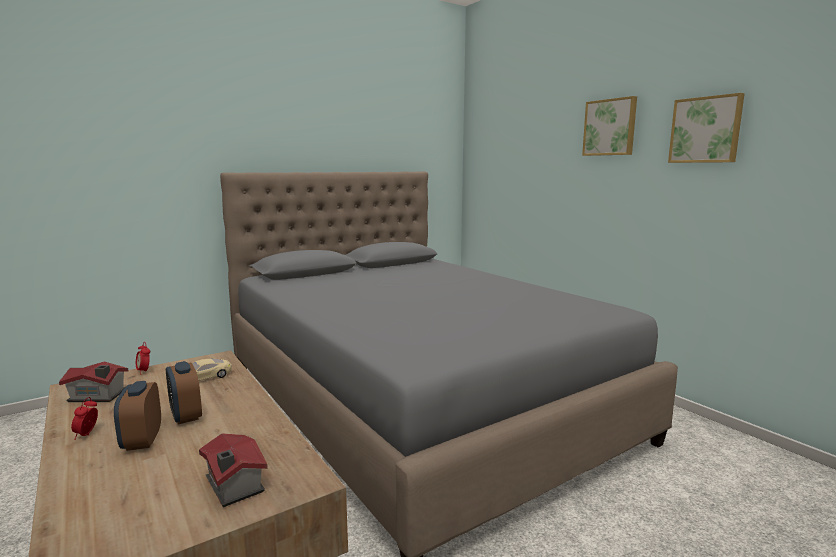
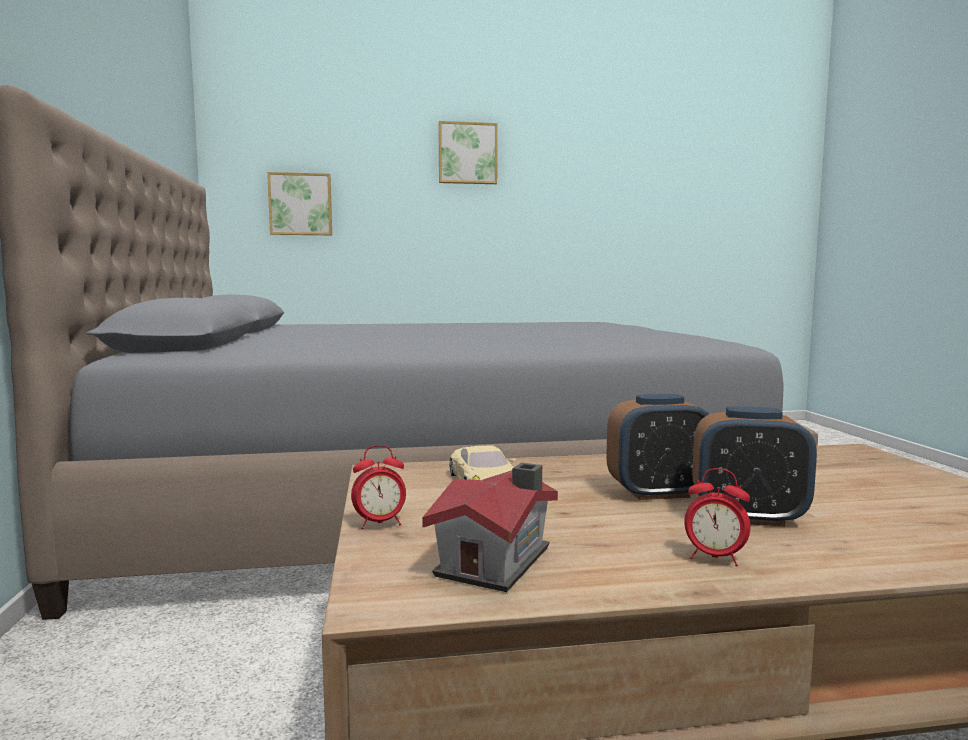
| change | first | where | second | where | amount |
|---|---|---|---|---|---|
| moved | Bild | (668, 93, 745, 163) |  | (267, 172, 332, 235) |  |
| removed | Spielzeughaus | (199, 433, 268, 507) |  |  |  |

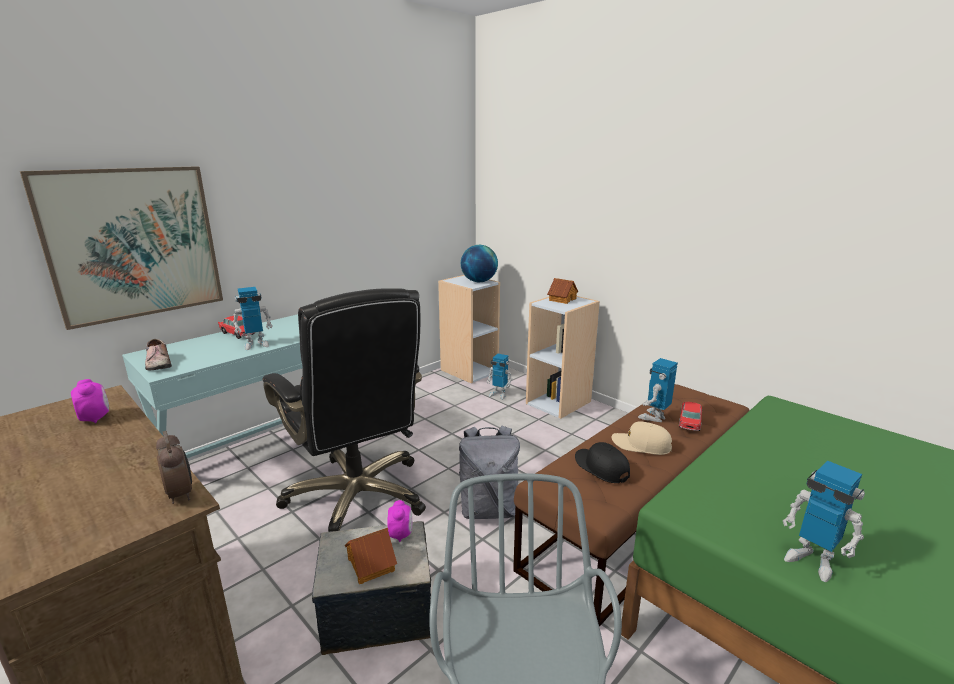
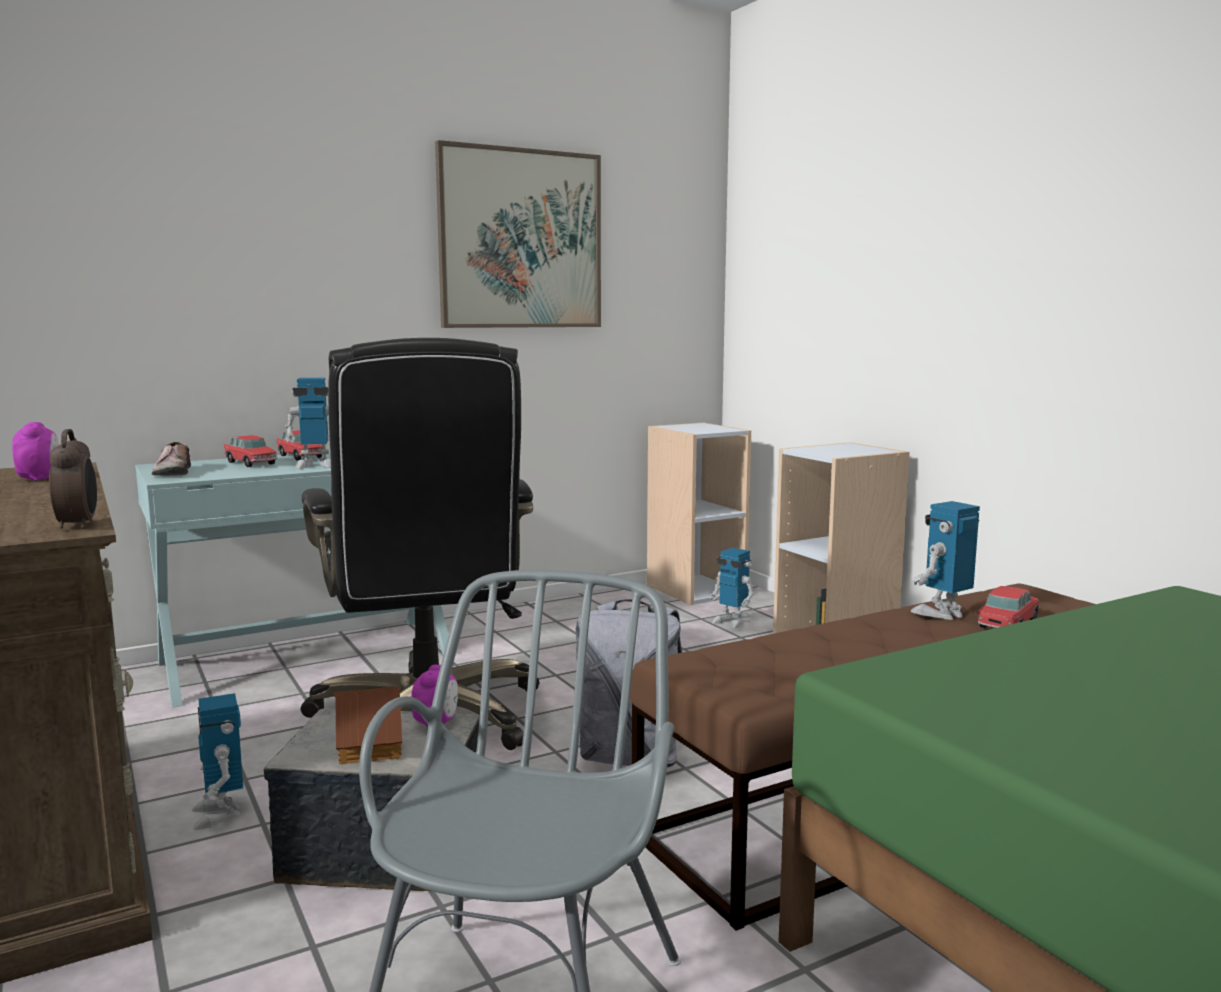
| change | first | where | second | where | amount |
|---|---|---|---|---|---|
| moved | Bild | (20, 166, 223, 330) |  | (435, 140, 601, 328) |  |
| removed | Globus | (461, 245, 498, 282) |  |  |  |
| removed | Spielzeughaus | (547, 278, 578, 304) |  |  |  |
| removed | Kappe [beige] | (612, 421, 672, 455) |  |  |  |
| removed | Kappe [schwarz] | (575, 442, 630, 483) |  |  |  |
| moved | Spielzeugroboter | (783, 461, 865, 582) |  | (192, 693, 243, 830) |  |
| added |  |  | Spielzeugauto | (224, 435, 278, 467) |  |

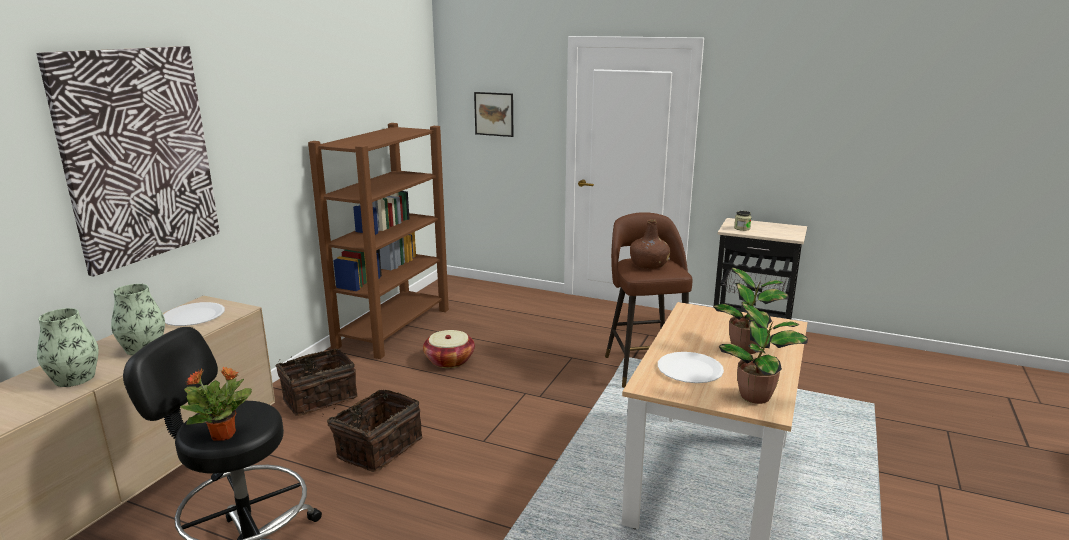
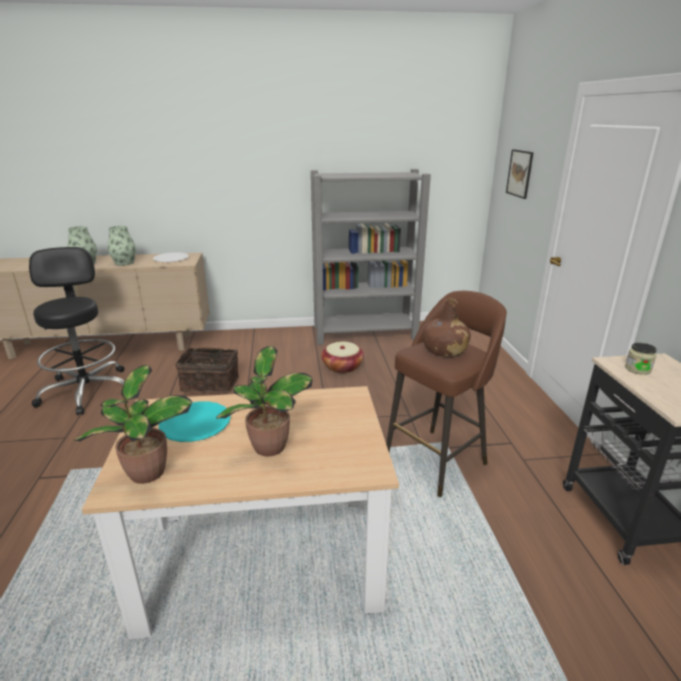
| change | first | where | second | where | amount |
|---|---|---|---|---|---|
| removed | Bild | (37, 46, 220, 277) |  |  |  |
| recoloured | Bücherregal [braun] | (308, 123, 449, 359) | Bücherregal [grau] | (311, 169, 431, 345) |  |
| removed | Korb | (276, 349, 357, 416) |  |  |  |
| recoloured | Teller [weiß] | (658, 352, 724, 383) | Teller [türkis] | (159, 401, 231, 442) |  |
| removed | Topfpflanze | (180, 367, 252, 440) |  |  |  |

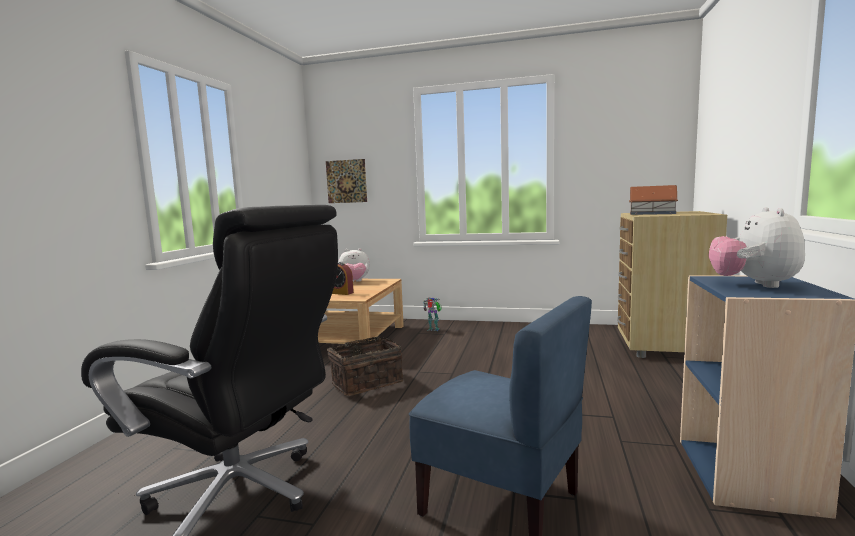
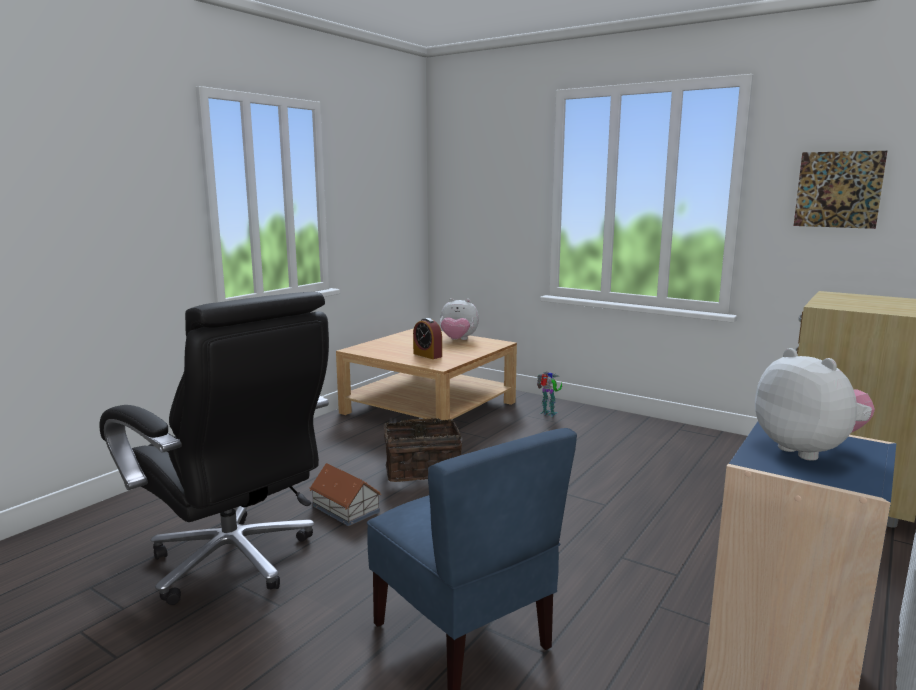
| change | first | where | second | where | amount |
|---|---|---|---|---|---|
| moved | Bild | (326, 159, 367, 203) |  | (794, 151, 887, 229) |  |
| moved | Spielzeughaus | (629, 185, 678, 215) |  | (309, 463, 381, 526) |  |
| turned | Plüschtier | (708, 207, 805, 288) |  | (755, 348, 875, 461) | 120 degrees clockwise |

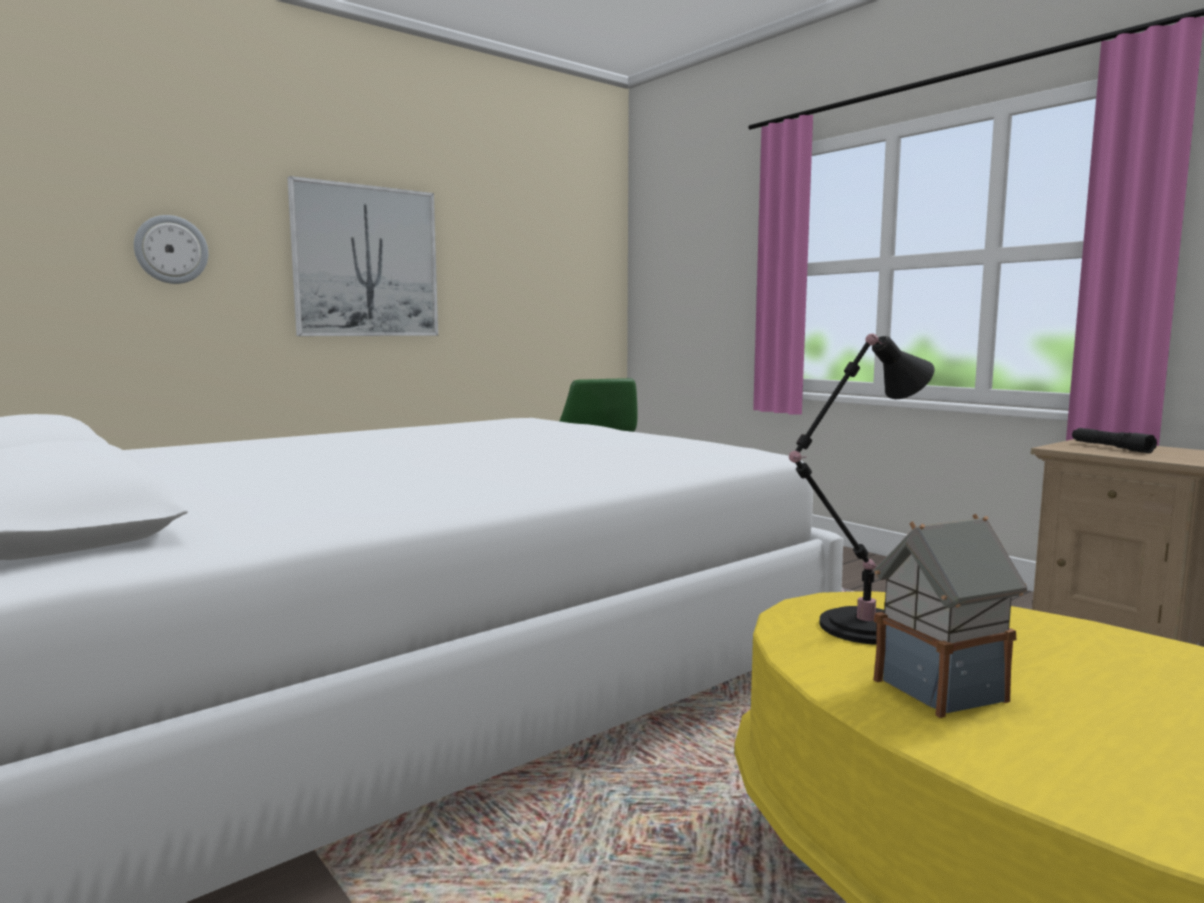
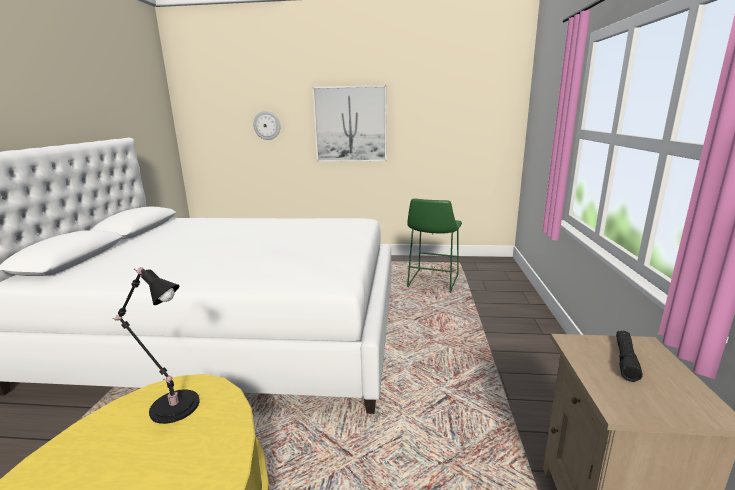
| change | first | where | second | where | amount |
|---|---|---|---|---|---|
| removed | Spielzeughaus | (874, 513, 1027, 718) |  |  |  |

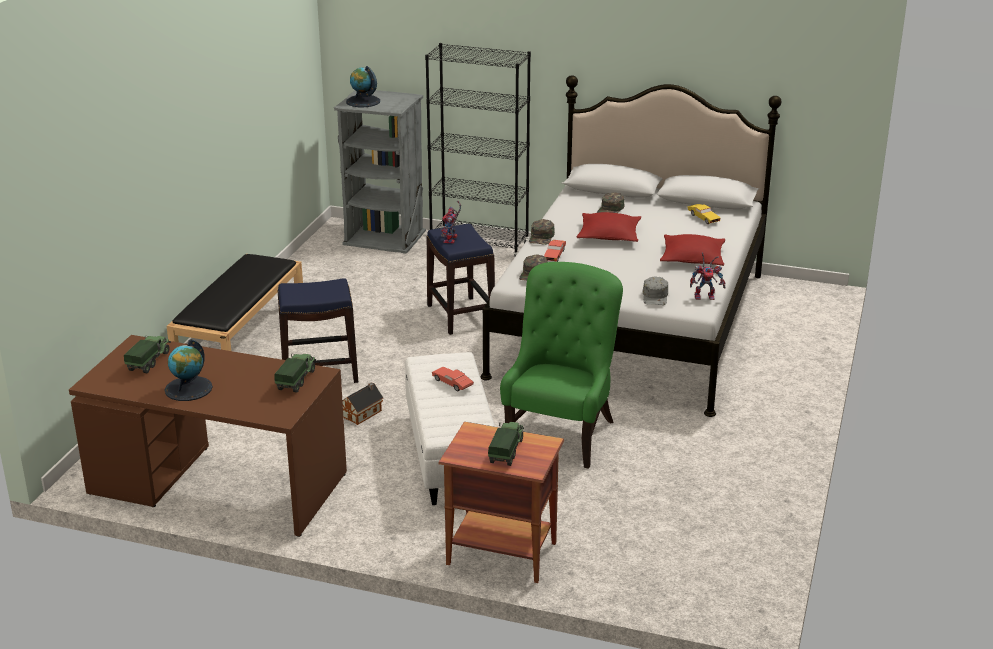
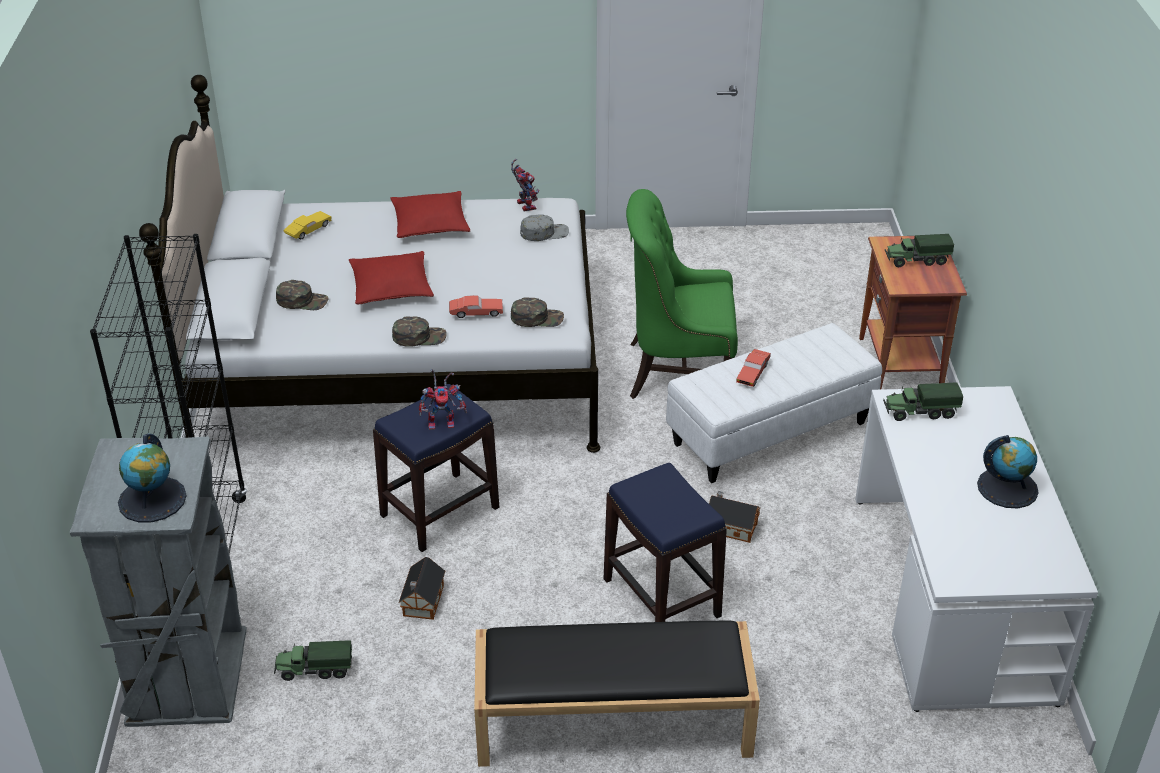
| change | first | where | second | where | amount |
|---|---|---|---|---|---|
| recoloured | Schreibtisch [braun] | (69, 335, 347, 537) | Schreibtisch [weiß] | (855, 386, 1098, 712) |  |
| moved | Spielzeuglaster | (124, 336, 171, 373) |  | (274, 640, 352, 681) |  |
| added |  |  | Spielzeughaus | (399, 557, 445, 620) |  |

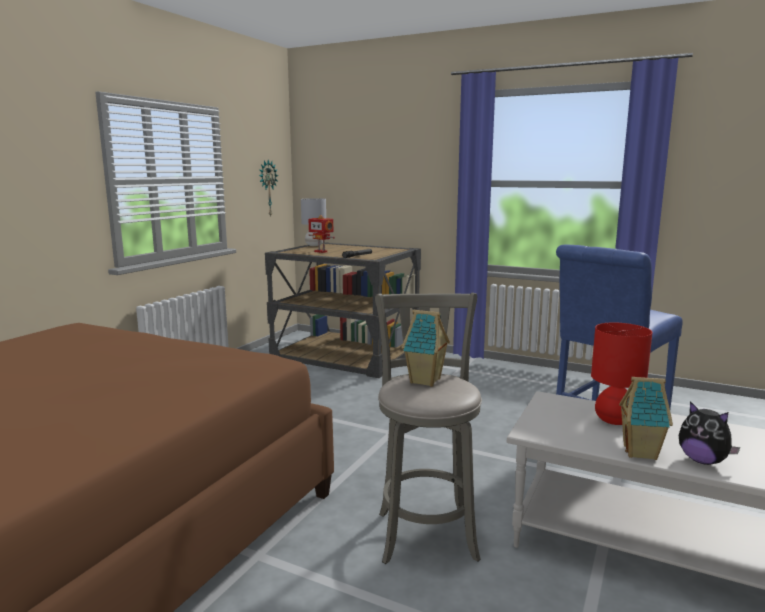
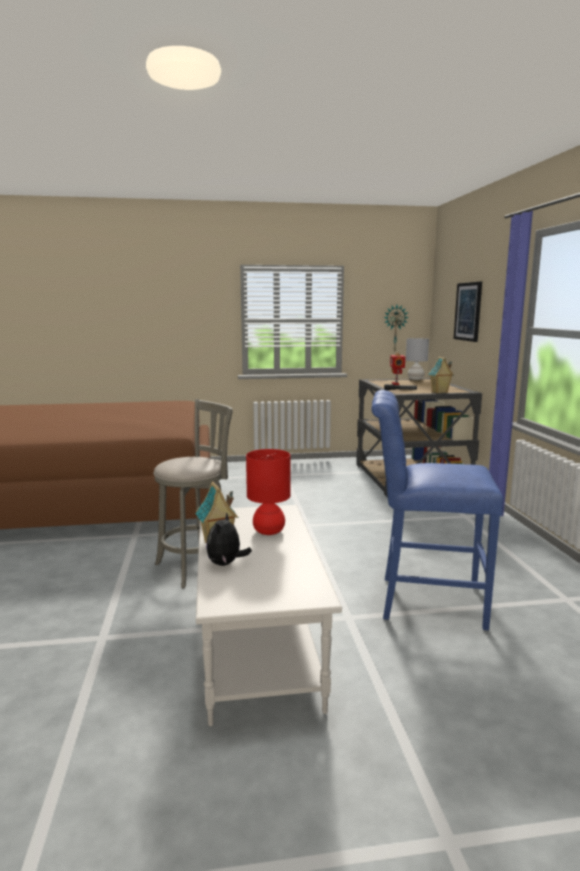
| change | first | where | second | where | amount |
|---|---|---|---|---|---|
| moved | Spielzeughaus | (402, 309, 450, 387) |  | (428, 357, 454, 393) |  |
| added |  |  | Bild | (454, 282, 482, 342) |  |

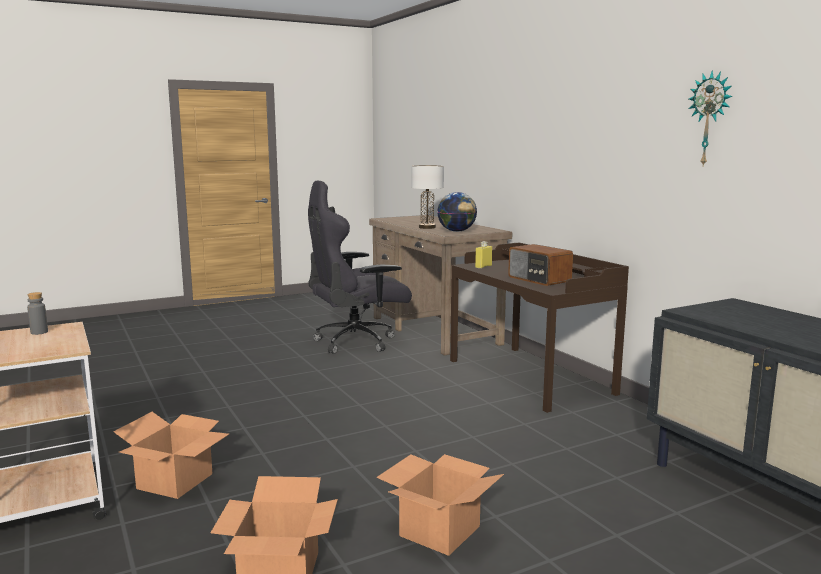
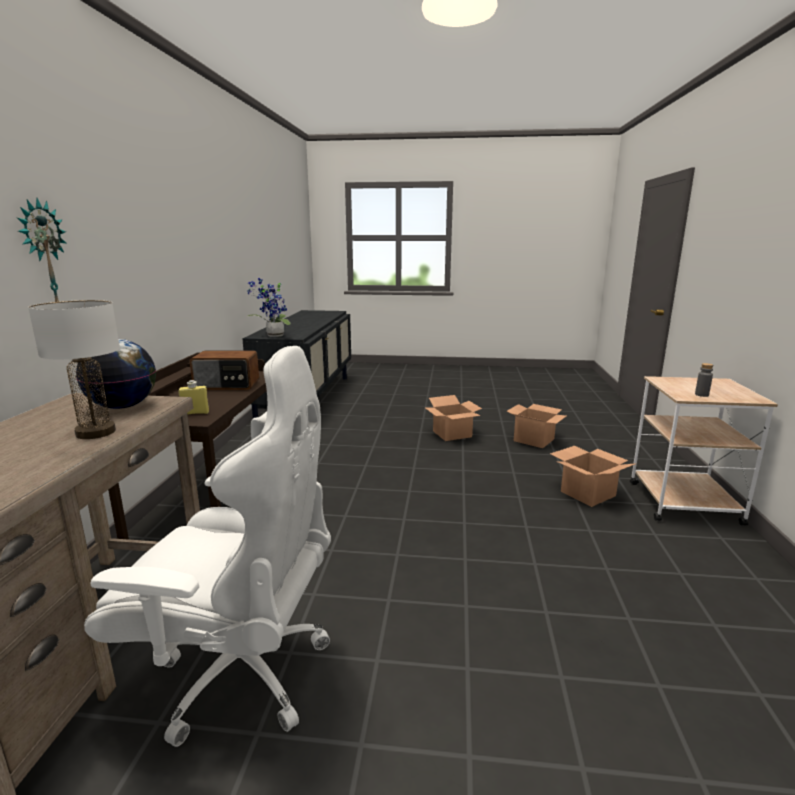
| change | first | where | second | where | amount |
|---|---|---|---|---|---|
| moved | Wanduhr | (689, 71, 733, 166) |  | (17, 198, 67, 302) |  |
| recoloured | Bürostuhl [schwarz] | (308, 180, 412, 354) | Bürostuhl [weiß] | (84, 346, 331, 747) |  |
| turned | Radio | (508, 244, 573, 286) |  | (190, 351, 259, 390) | 90 degrees clockwise |
| added |  |  | Topfpflanze | (247, 278, 290, 337) |  |

